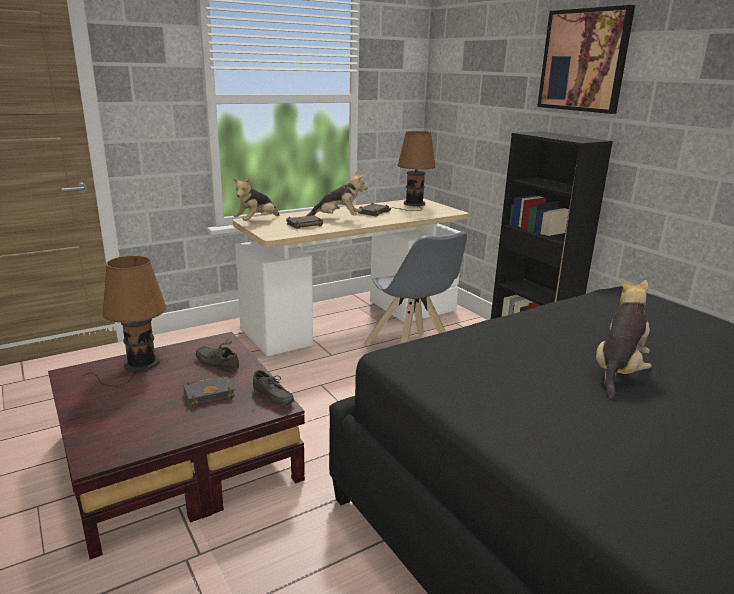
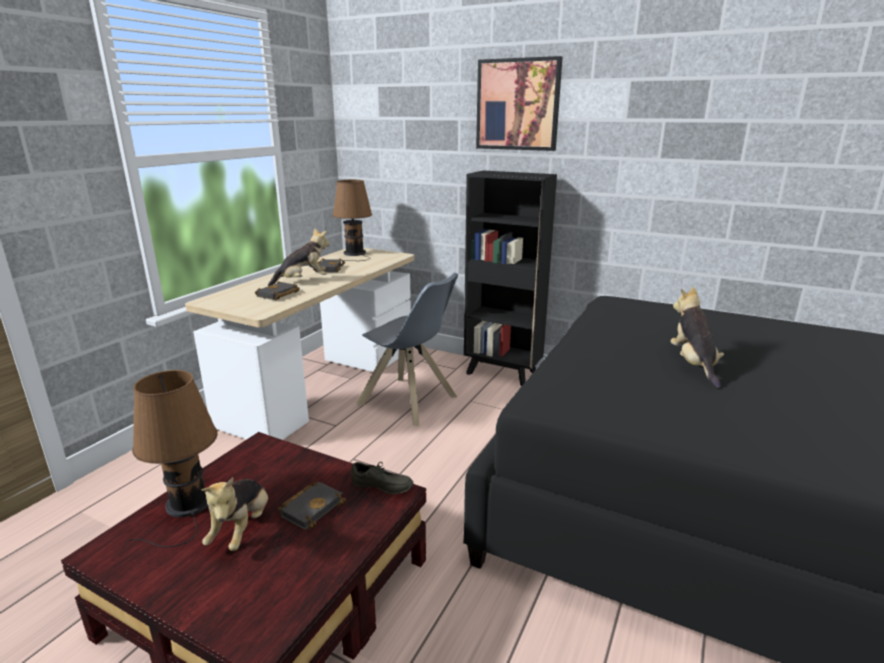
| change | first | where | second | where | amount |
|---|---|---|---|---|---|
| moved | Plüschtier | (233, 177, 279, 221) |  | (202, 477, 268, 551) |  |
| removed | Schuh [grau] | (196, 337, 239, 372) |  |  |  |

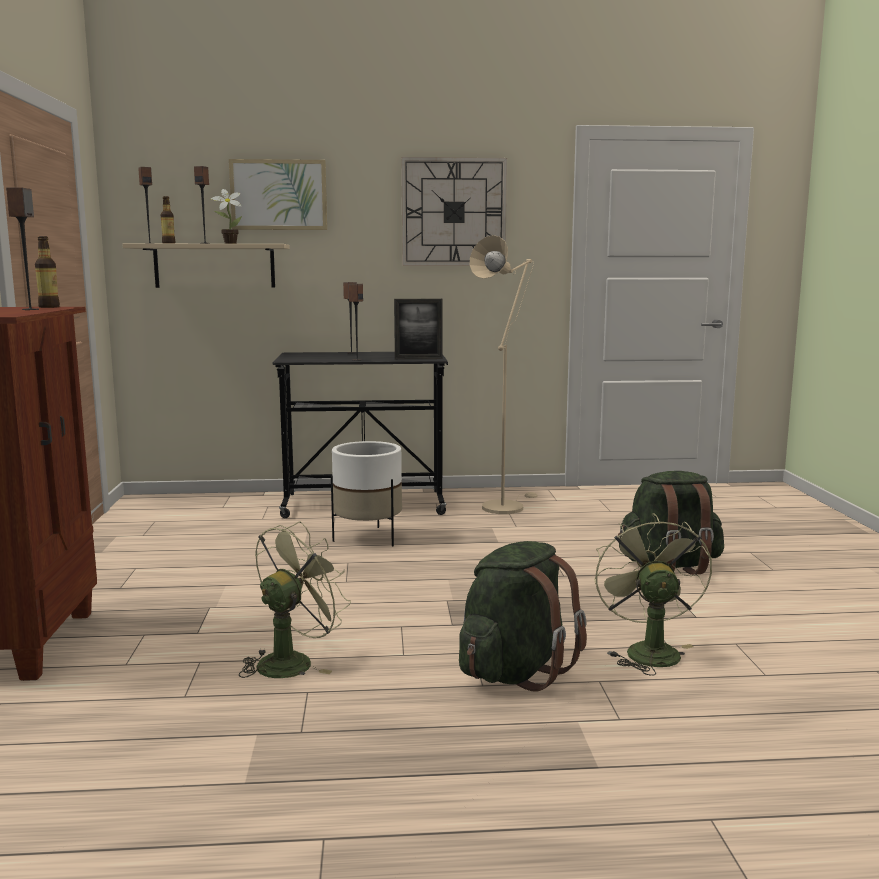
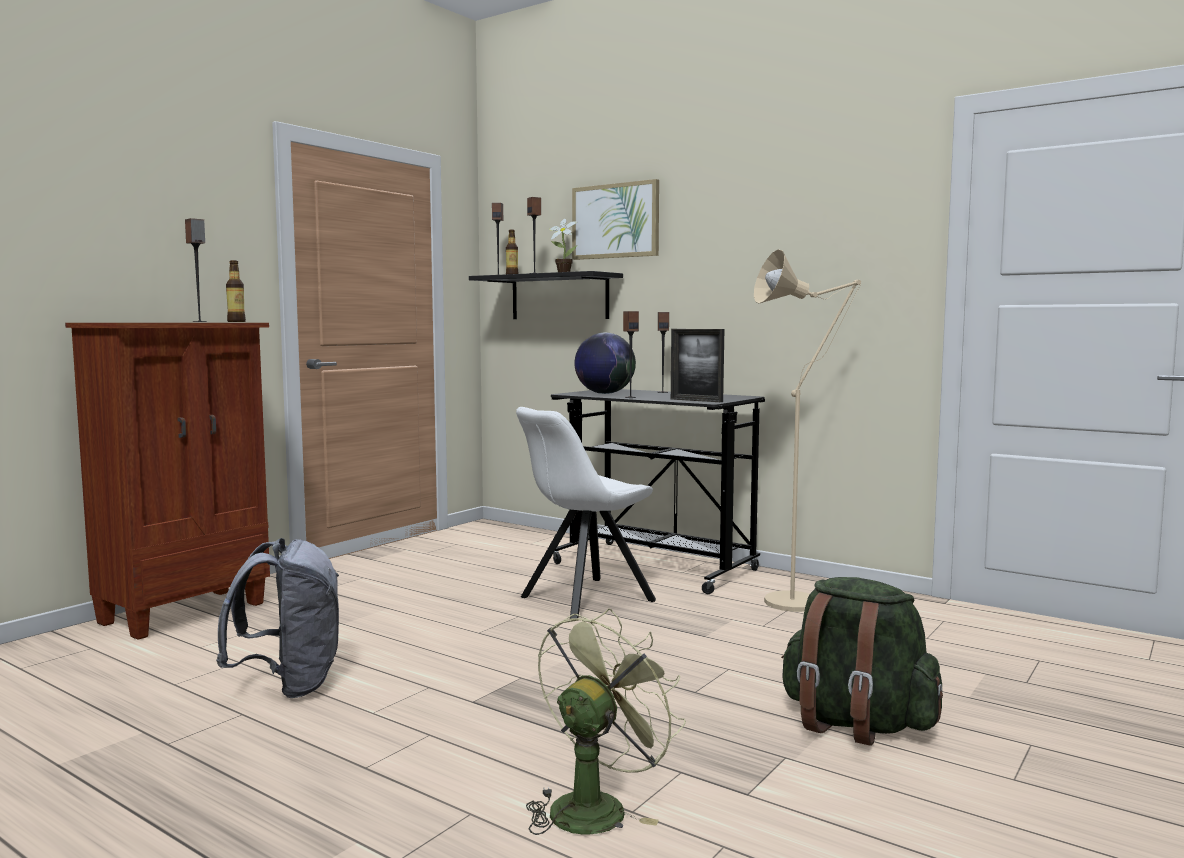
| change | first | where | second | where | amount |
|---|---|---|---|---|---|
| removed | Wanduhr | (401, 157, 507, 266) |  |  |  |
| recoloured | Wandregal [beige] | (122, 244, 290, 288) | Wandregal [schwarz] | (469, 271, 623, 319) |  |
| replaced | Pflanzkübel [weiß] | (331, 441, 402, 546) | Stuhl [weiß] | (516, 407, 656, 619) |  |
| replaced | Ventilator [grün] | (239, 521, 351, 678) | Rucksack [grau] | (216, 538, 339, 698) |  |
| removed | Rucksack [grün] | (459, 541, 587, 692) |  |  |  |
| added |  |  | Globus | (575, 333, 636, 394) |  |

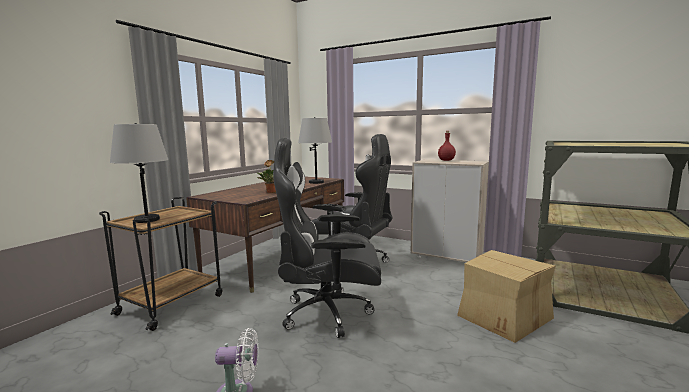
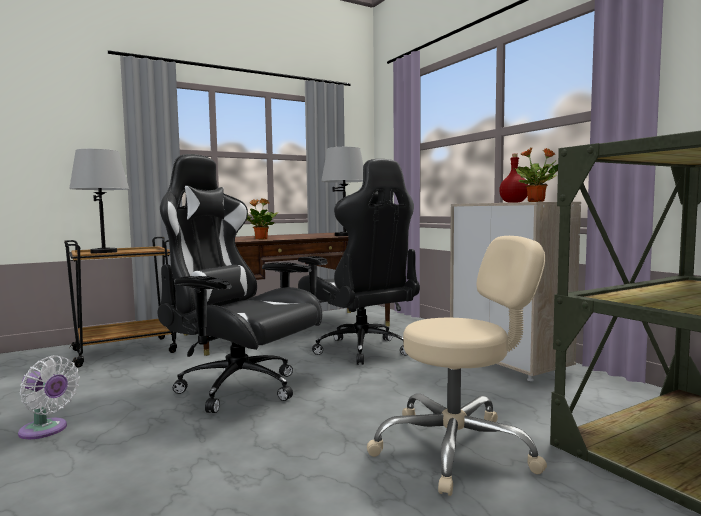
| change | first | where | second | where | amount |
|---|---|---|---|---|---|
| replaced | Karton | (457, 250, 555, 343) | Bürostuhl [beige] | (367, 236, 547, 496) |  |
| added |  |  | Topfpflanze | (513, 147, 558, 202) |  |

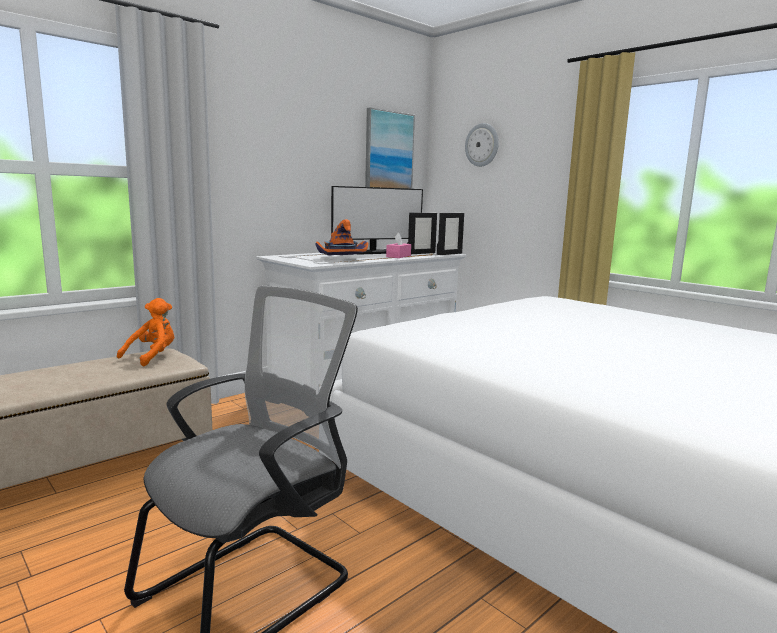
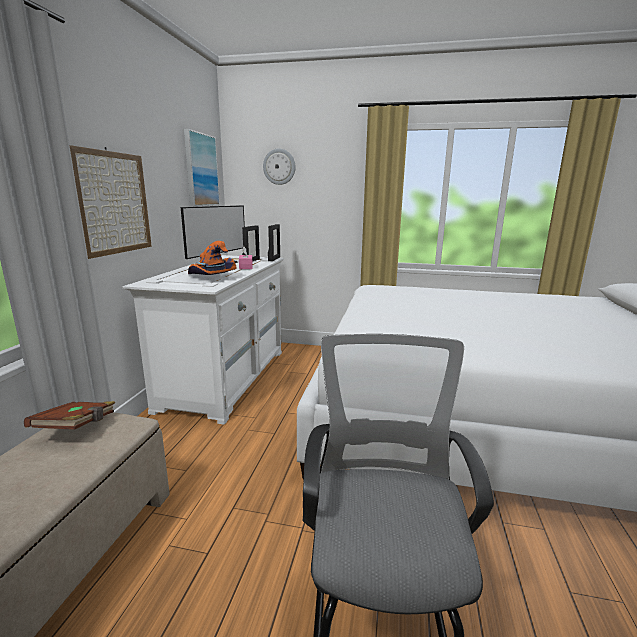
| change | first | where | second | where | amount |
|---|---|---|---|---|---|
| replaced | Plüschtier [orange] | (117, 298, 174, 366) | Buch [braun] | (24, 401, 115, 430) |  |
| added |  |  | Bild | (69, 145, 152, 259) |  |

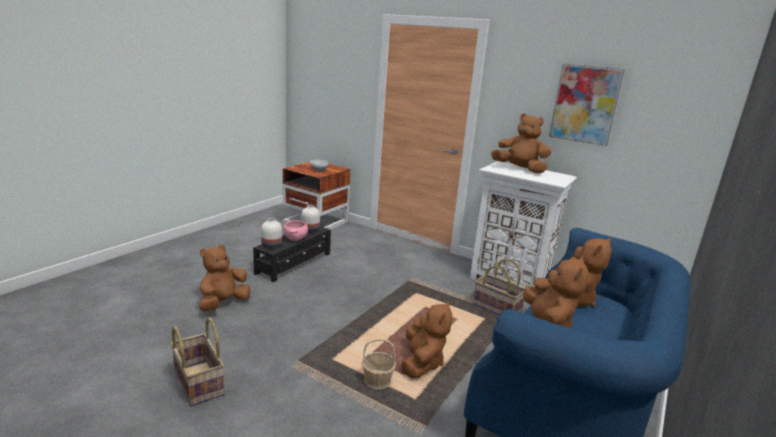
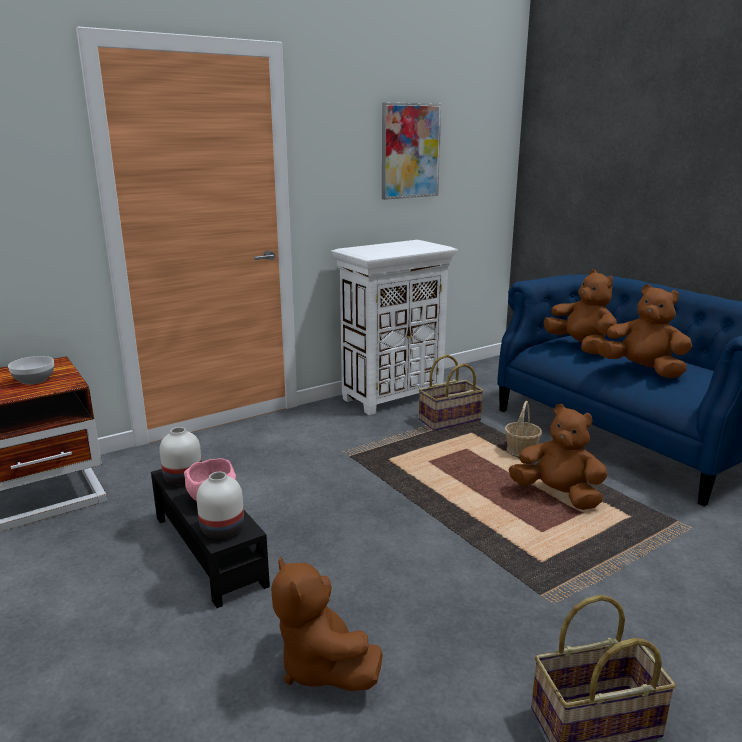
| change | first | where | second | where | amount |
|---|---|---|---|---|---|
| removed | Plüschtier [braun] | (491, 114, 551, 173) |  |  |  |
| moved | Korb | (362, 338, 396, 390) |  | (505, 401, 542, 457) |  |

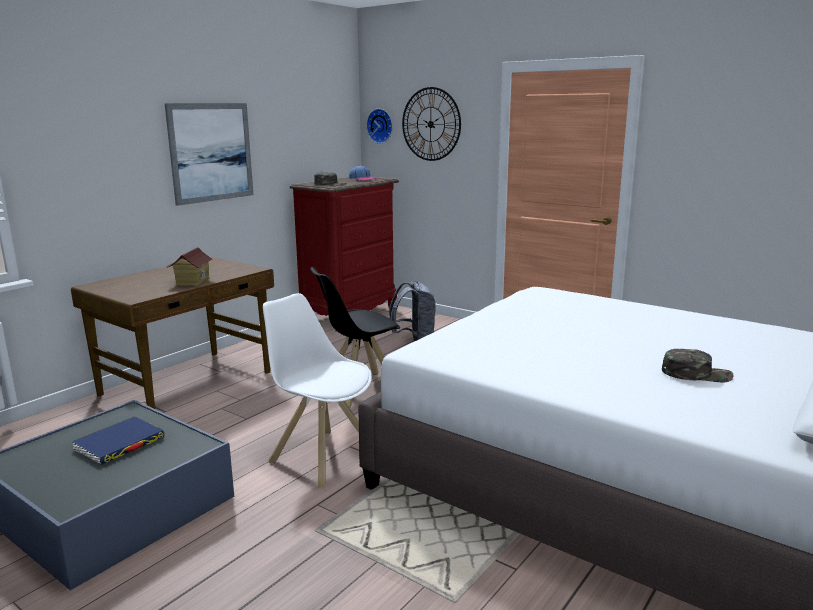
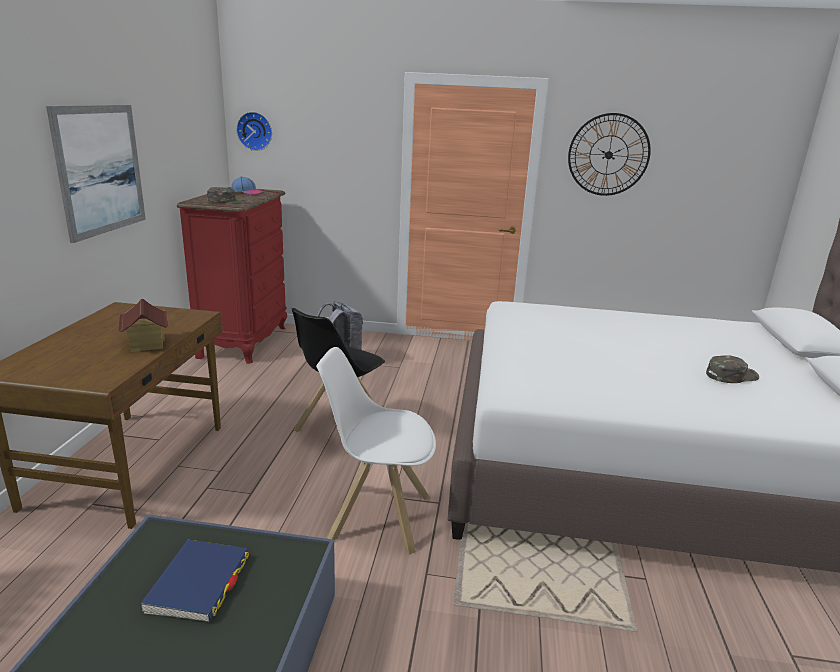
| change | first | where | second | where | amount |
|---|---|---|---|---|---|
| moved | Wanduhr | (402, 87, 461, 161) |  | (568, 113, 651, 196) |  |

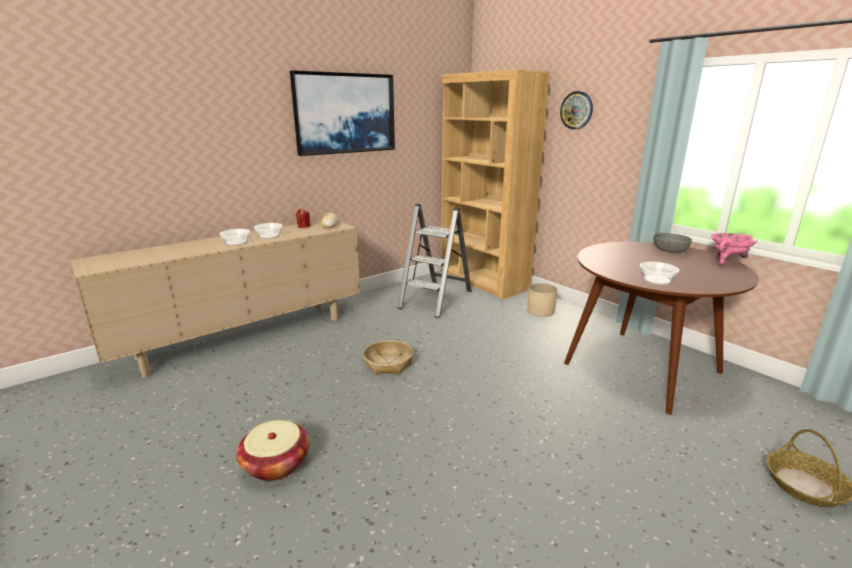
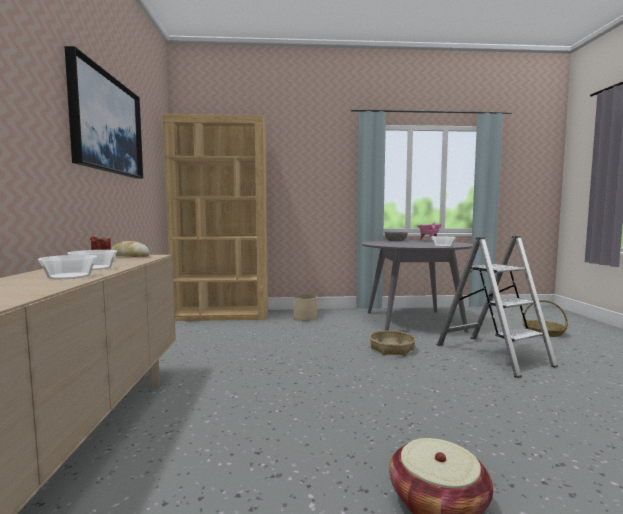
| change | first | where | second | where | amount |
|---|---|---|---|---|---|
| removed | Wanduhr | (560, 91, 593, 129) |  |  |  |
| moved | Trittleiter [grau] | (397, 204, 472, 318) |  | (437, 236, 558, 378) |  |
| recoloured | Esstisch [braun] | (564, 241, 759, 414) | Esstisch [grau] | (362, 240, 473, 333) |  |
| moved | Korb | (363, 340, 413, 375) |  | (370, 330, 415, 356) |  |

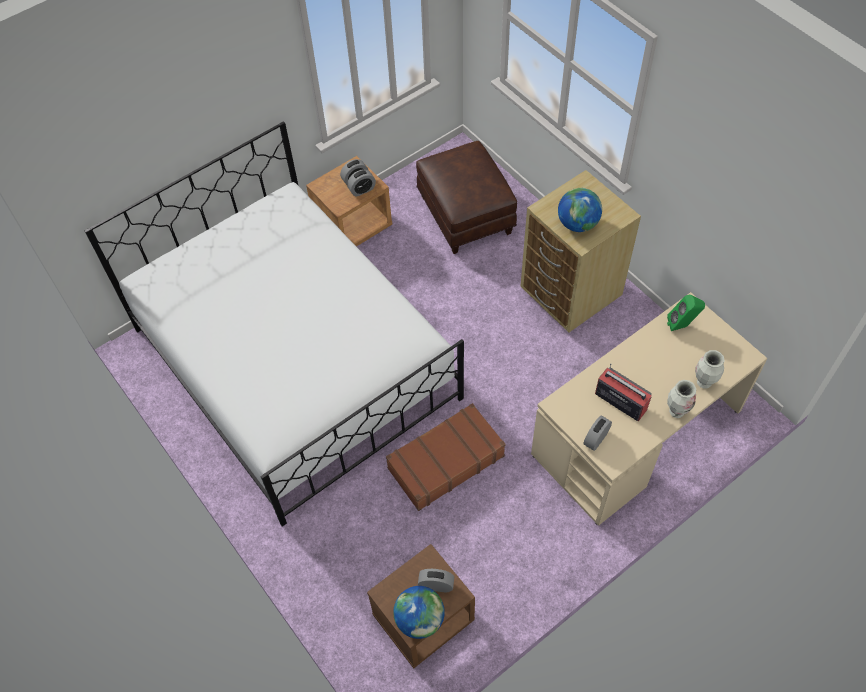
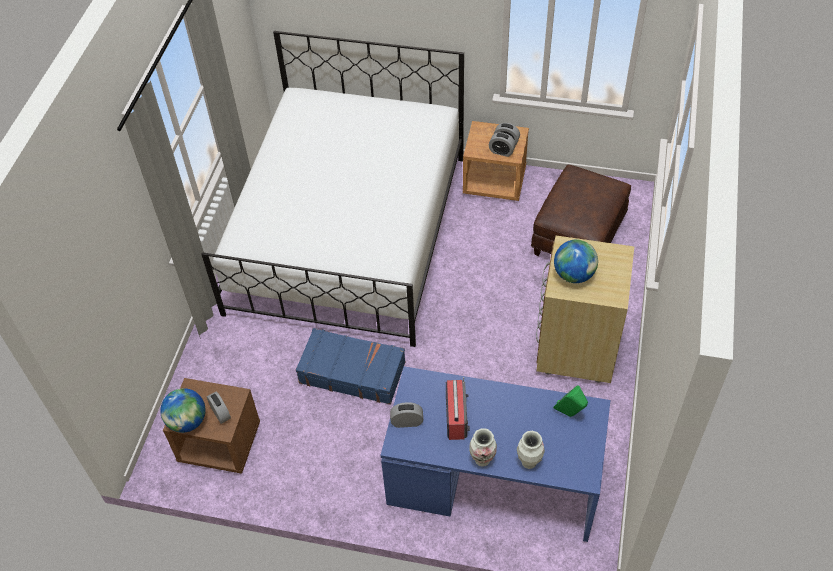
| change | first | where | second | where | amount |
|---|---|---|---|---|---|
| recoloured | Schreibtisch [beige] | (531, 292, 767, 526) | Schreibtisch [blau] | (381, 366, 610, 542) |  |
| recoloured | Koffer [braun] | (386, 403, 506, 511) | Koffer [blau] | (296, 328, 406, 405) |  |

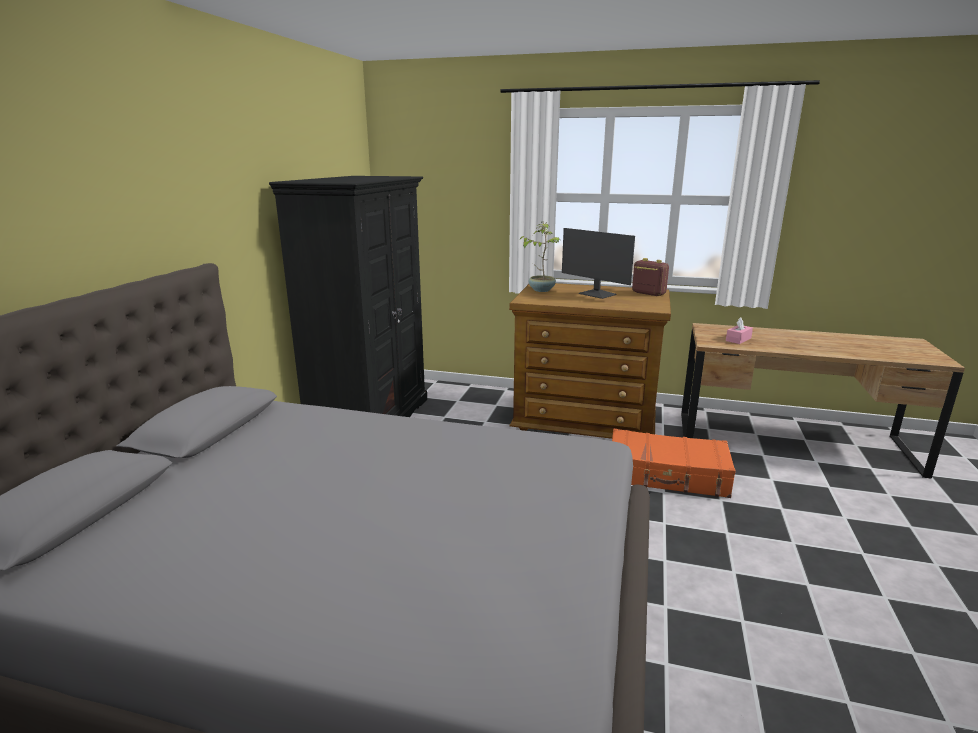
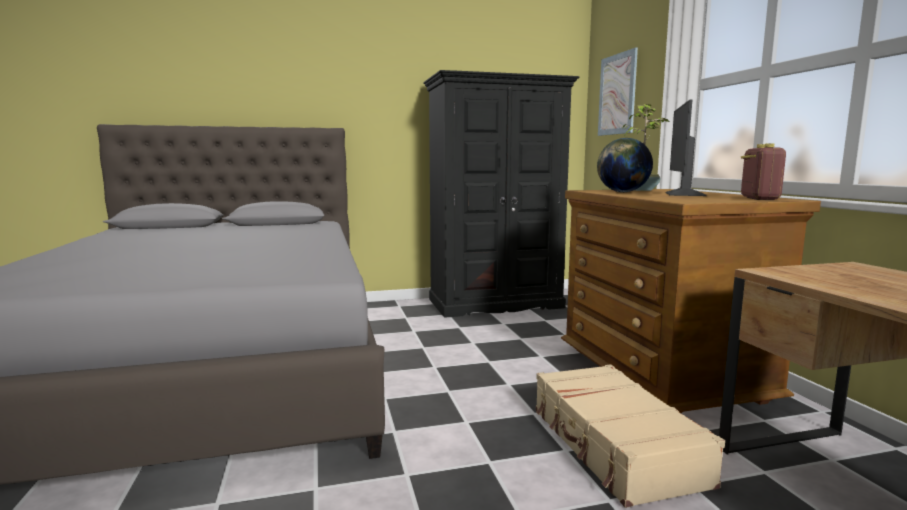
| change | first | where | second | where | amount |
|---|---|---|---|---|---|
| removed | Taschentuchbox [rosa] | (726, 318, 753, 344) |  |  |  |
| recoloured | Koffer [orange] | (612, 429, 736, 498) | Koffer [beige] | (536, 364, 725, 508) |  |
| added |  |  | Bild | (598, 47, 638, 136) |  |
| added |  |  | Globus | (597, 138, 653, 192) |  |

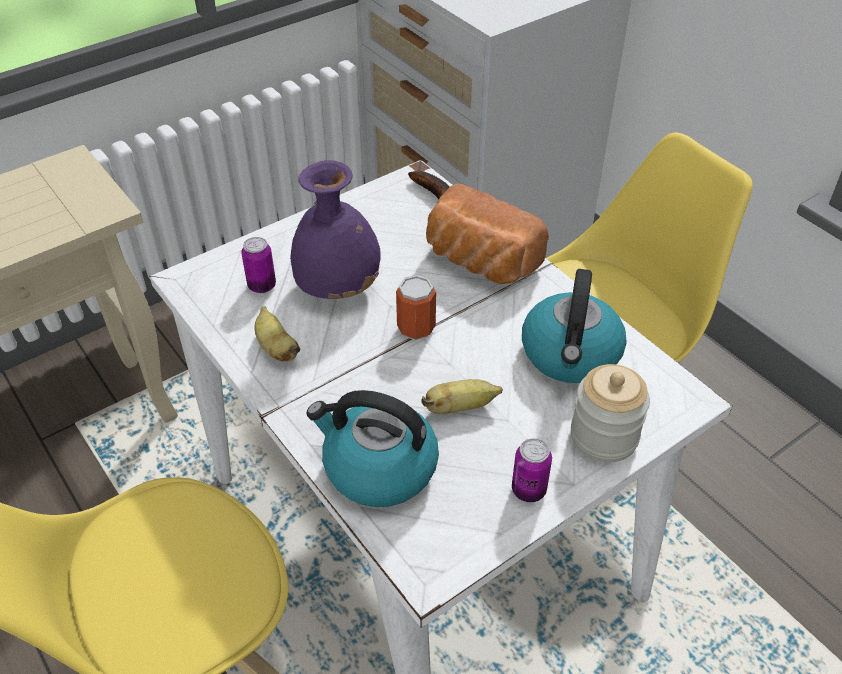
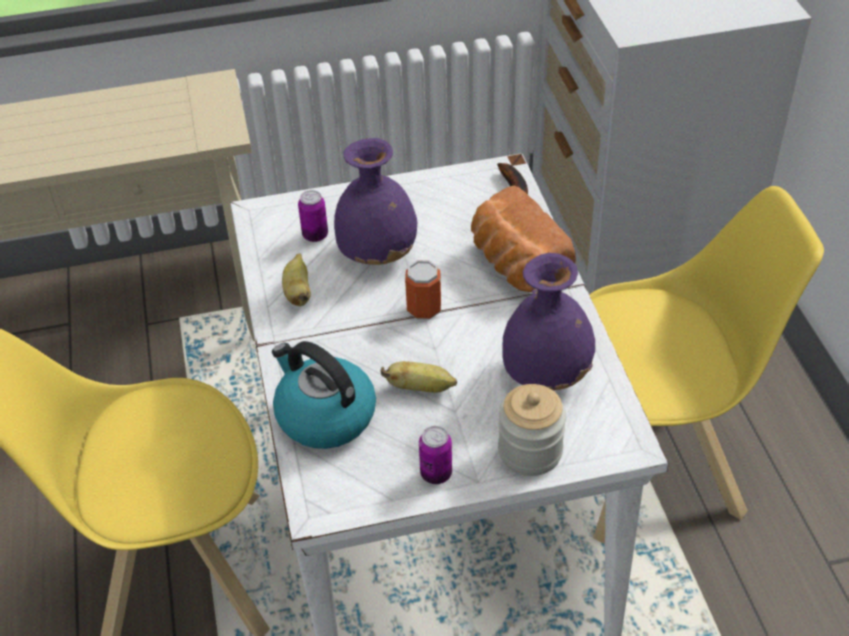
| change | first | where | second | where | amount |
|---|---|---|---|---|---|
| replaced | Wasserkessel | (522, 269, 627, 383) | Vase [lila] | (502, 253, 595, 390) |  |

